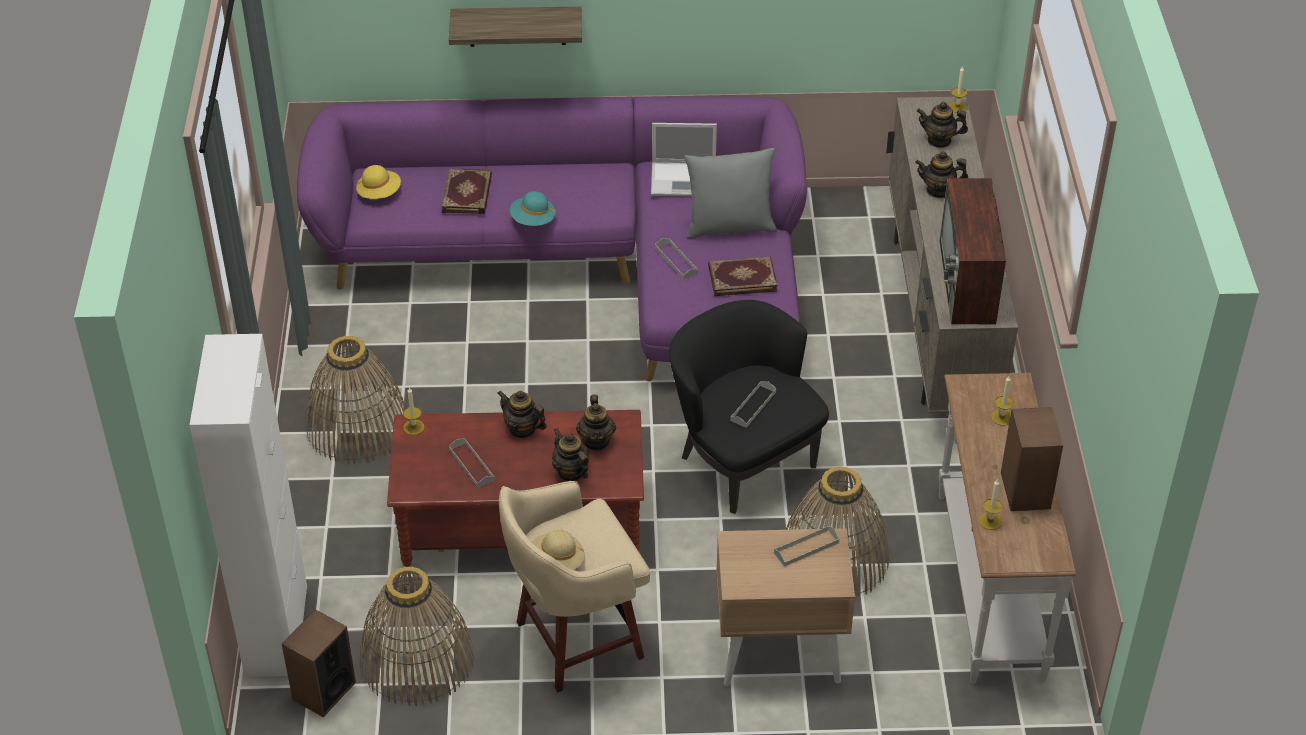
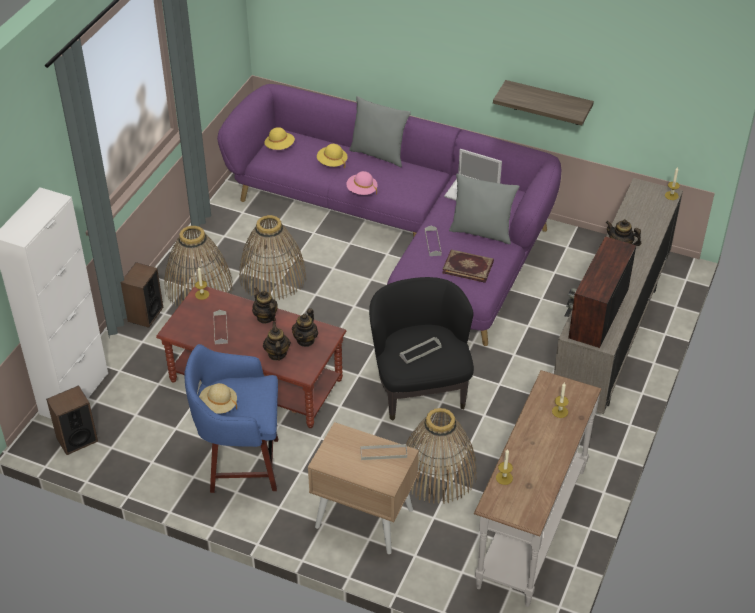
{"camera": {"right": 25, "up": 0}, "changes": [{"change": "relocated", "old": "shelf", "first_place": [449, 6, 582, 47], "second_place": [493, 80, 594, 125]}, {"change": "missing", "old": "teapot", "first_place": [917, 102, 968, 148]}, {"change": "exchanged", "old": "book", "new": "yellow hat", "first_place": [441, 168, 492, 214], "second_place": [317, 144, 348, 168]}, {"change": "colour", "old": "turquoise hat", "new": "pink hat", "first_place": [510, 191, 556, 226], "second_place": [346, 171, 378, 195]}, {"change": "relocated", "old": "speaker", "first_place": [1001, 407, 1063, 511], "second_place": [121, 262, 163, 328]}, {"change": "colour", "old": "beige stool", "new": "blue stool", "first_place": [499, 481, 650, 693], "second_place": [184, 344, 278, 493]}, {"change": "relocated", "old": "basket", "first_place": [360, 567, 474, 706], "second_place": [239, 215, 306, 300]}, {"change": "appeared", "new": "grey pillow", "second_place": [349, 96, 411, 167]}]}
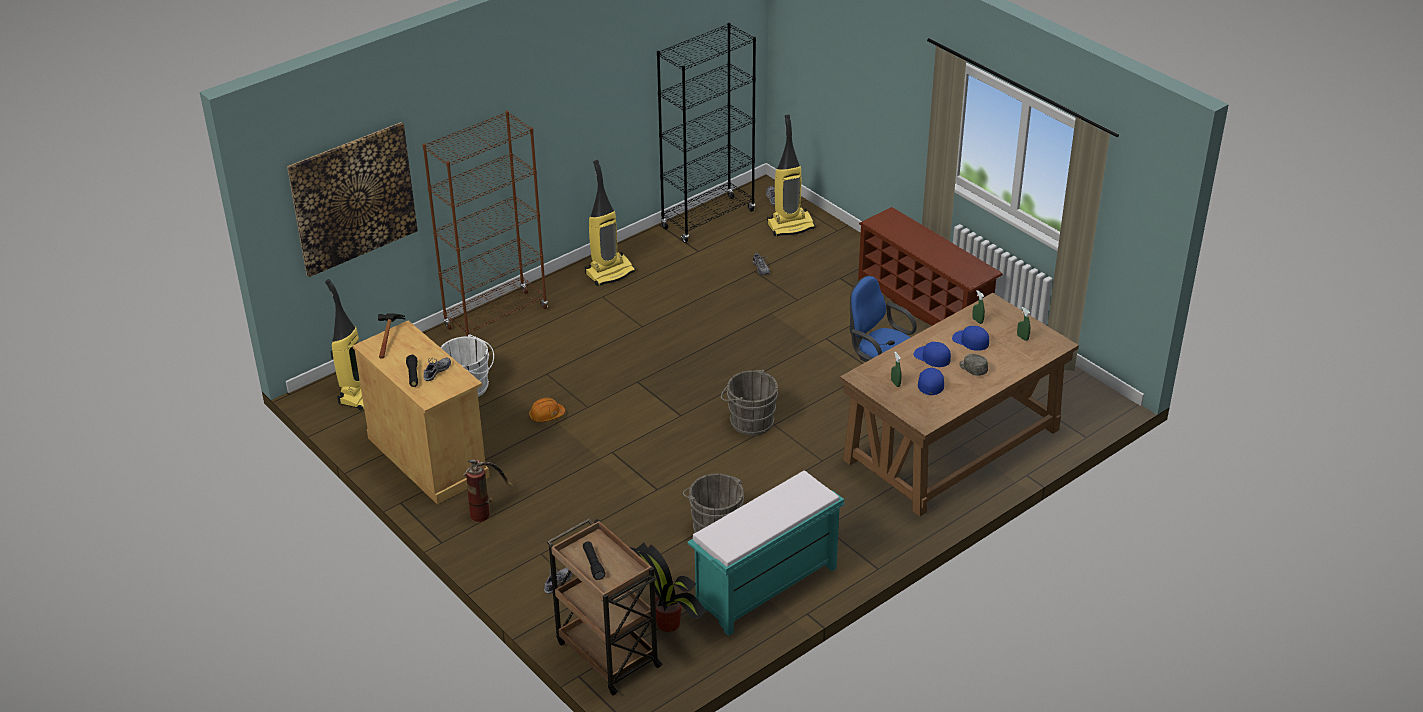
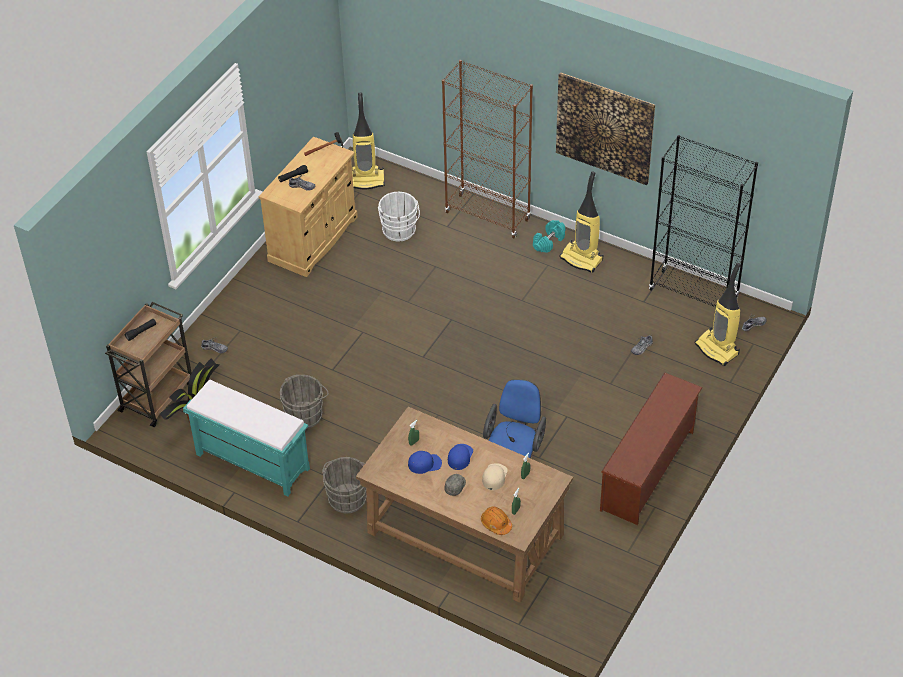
{"camera": {"right": 70, "up": 10}, "changes": [{"change": "relocated", "old": "picture", "first_place": [287, 122, 418, 277], "second_place": [556, 72, 655, 185]}, {"change": "colour", "old": "blue cap", "new": "beige cap", "first_place": [952, 326, 989, 351], "second_place": [482, 463, 508, 490]}, {"change": "relocated", "old": "grey bucket", "first_place": [721, 370, 778, 436], "second_place": [322, 457, 366, 513]}, {"change": "relocated", "old": "orange hard hat", "first_place": [529, 398, 565, 422], "second_place": [481, 506, 512, 535]}, {"change": "missing", "old": "fire extinguisher", "first_place": [463, 460, 514, 522]}, {"change": "appeared", "new": "turquoise dumbbell", "second_place": [533, 220, 566, 253]}]}
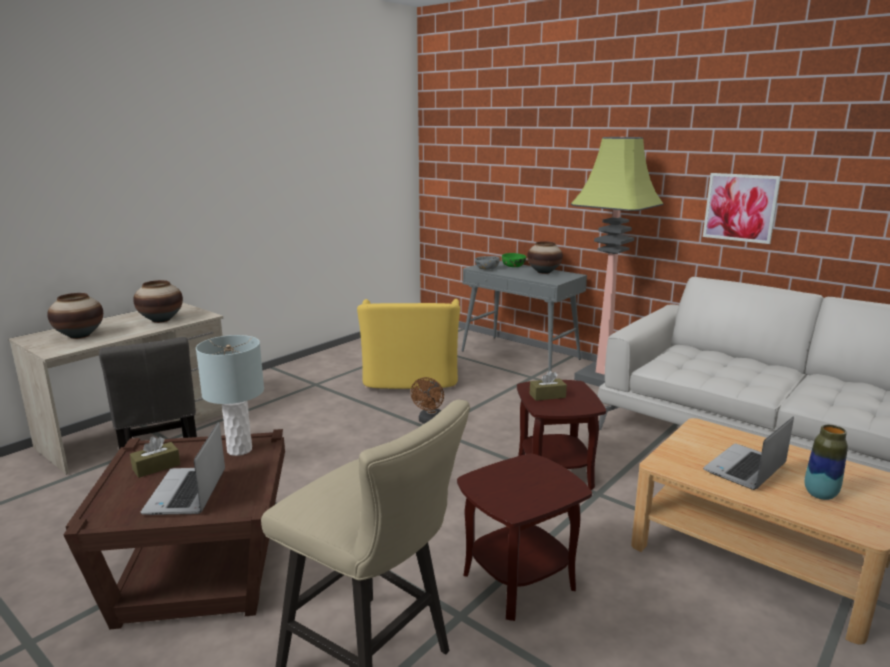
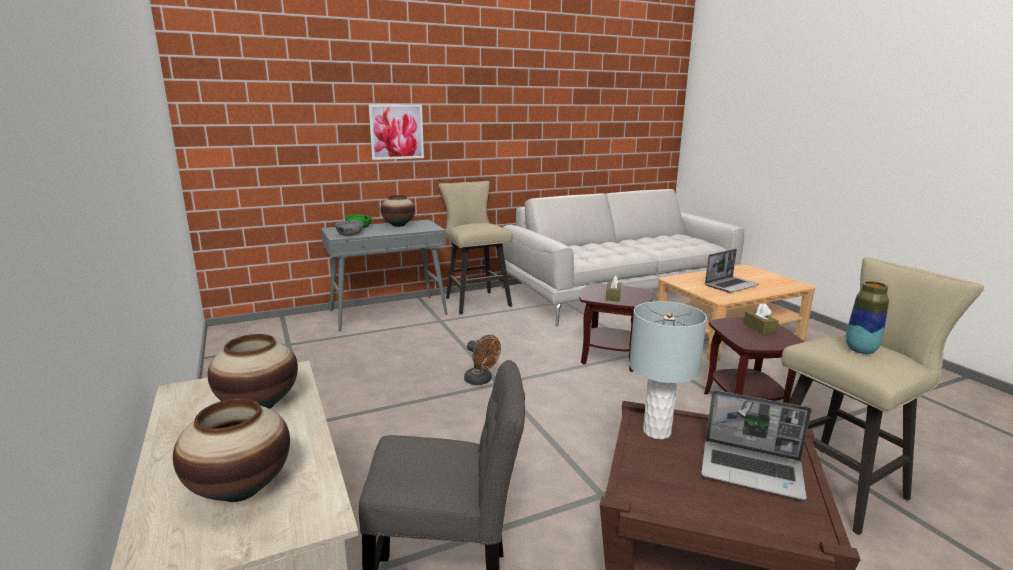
{"camera": {"right": -65, "up": 0}, "changes": [{"change": "exchanged", "old": "floor lamp", "new": "beige stool", "first_place": [571, 136, 663, 386], "second_place": [438, 181, 512, 314]}, {"change": "relocated", "old": "picture", "first_place": [703, 173, 781, 244], "second_place": [368, 104, 424, 160]}, {"change": "missing", "old": "yellow armchair", "first_place": [357, 299, 460, 389]}, {"change": "spun", "old": "laptop", "first_place": [703, 417, 794, 490], "second_place": [705, 249, 759, 293], "degrees": -105}, {"change": "relocated", "old": "vase", "first_place": [805, 425, 848, 500], "second_place": [846, 281, 889, 354]}, {"change": "relocated", "old": "brown tissue box", "first_place": [130, 436, 180, 478], "second_place": [744, 304, 779, 334]}]}
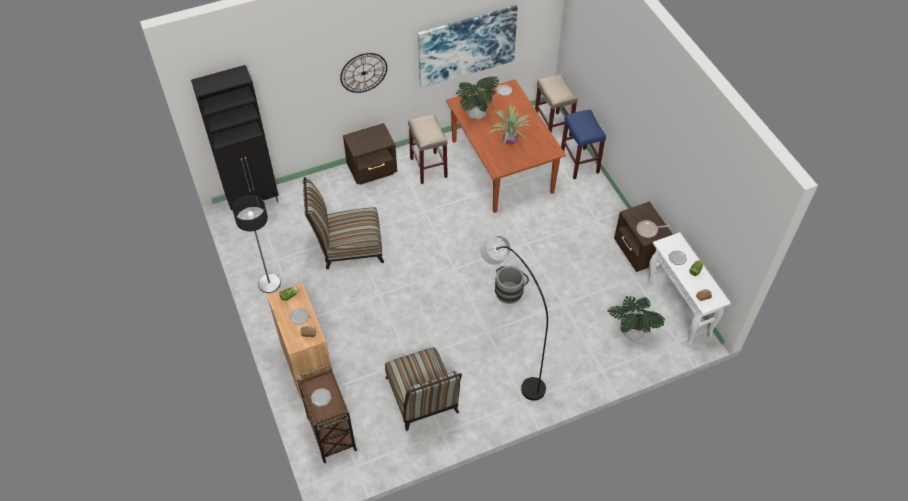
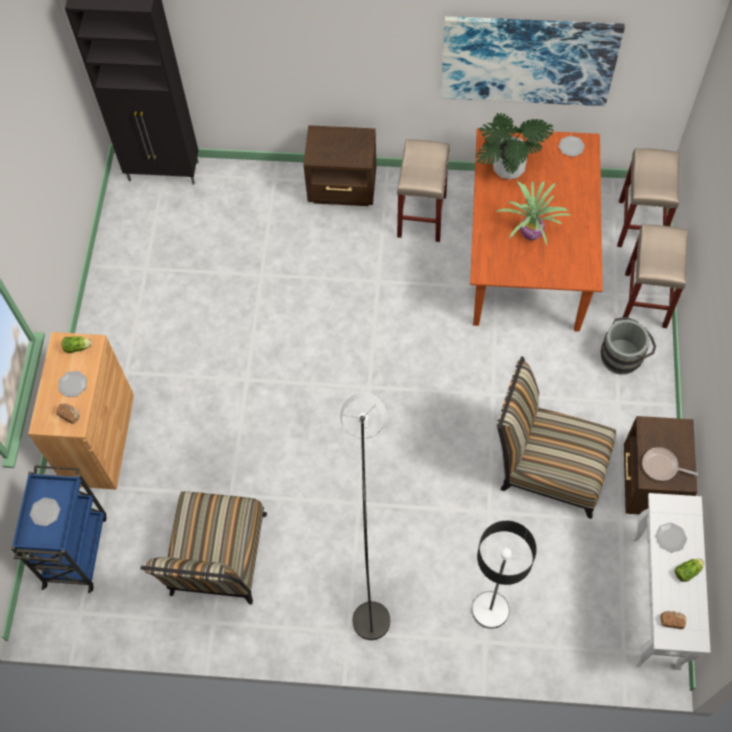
{"camera": {"right": 30, "up": 10}, "changes": [{"change": "missing", "old": "wall clock", "first_place": [340, 53, 387, 93]}, {"change": "colour", "old": "blue stool", "new": "beige stool", "first_place": [561, 109, 606, 179], "second_place": [623, 224, 688, 328]}, {"change": "relocated", "old": "chair", "first_place": [303, 177, 384, 269], "second_place": [497, 356, 616, 519]}, {"change": "relocated", "old": "floor lamp", "first_place": [232, 195, 281, 293], "second_place": [472, 521, 537, 629]}, {"change": "relocated", "old": "grey bucket", "first_place": [495, 266, 529, 304], "second_place": [601, 317, 656, 375]}, {"change": "missing", "old": "potted plant", "first_place": [608, 296, 665, 340]}, {"change": "colour", "old": "brown cart", "new": "blue cart", "first_place": [297, 365, 357, 463], "second_place": [11, 465, 107, 593]}]}
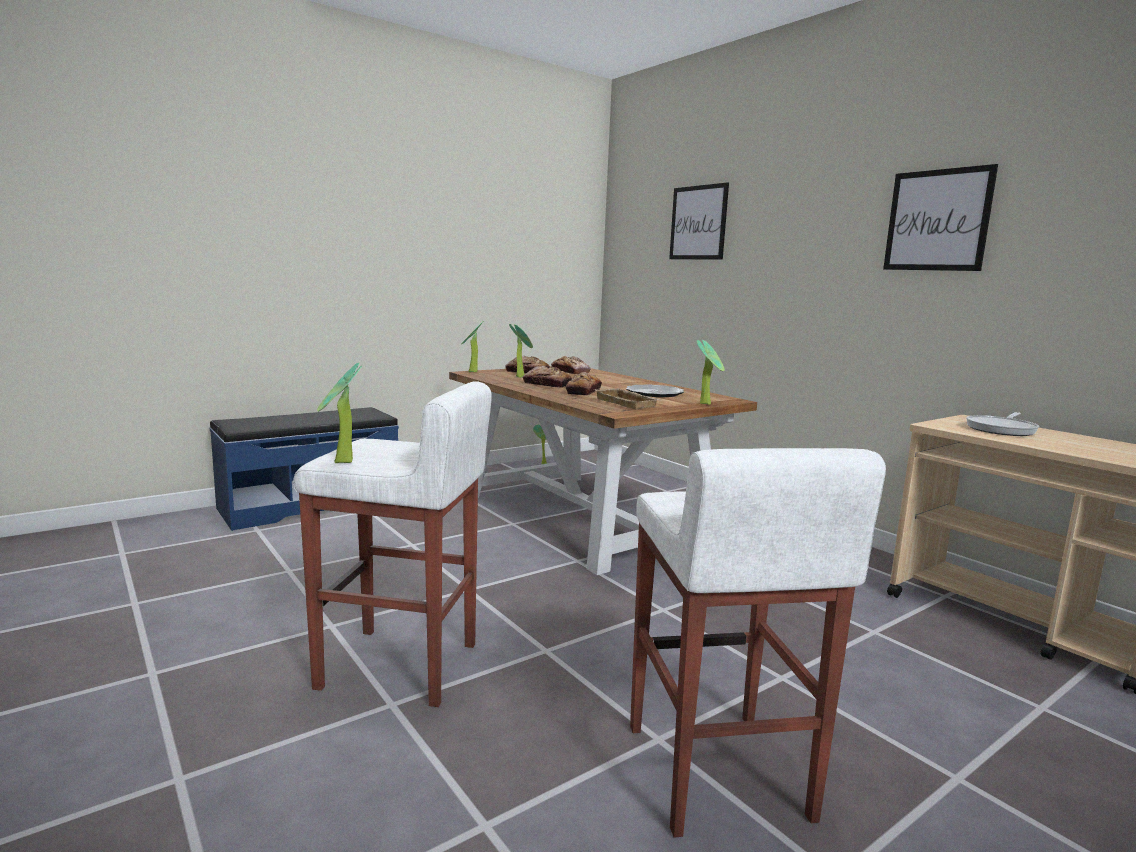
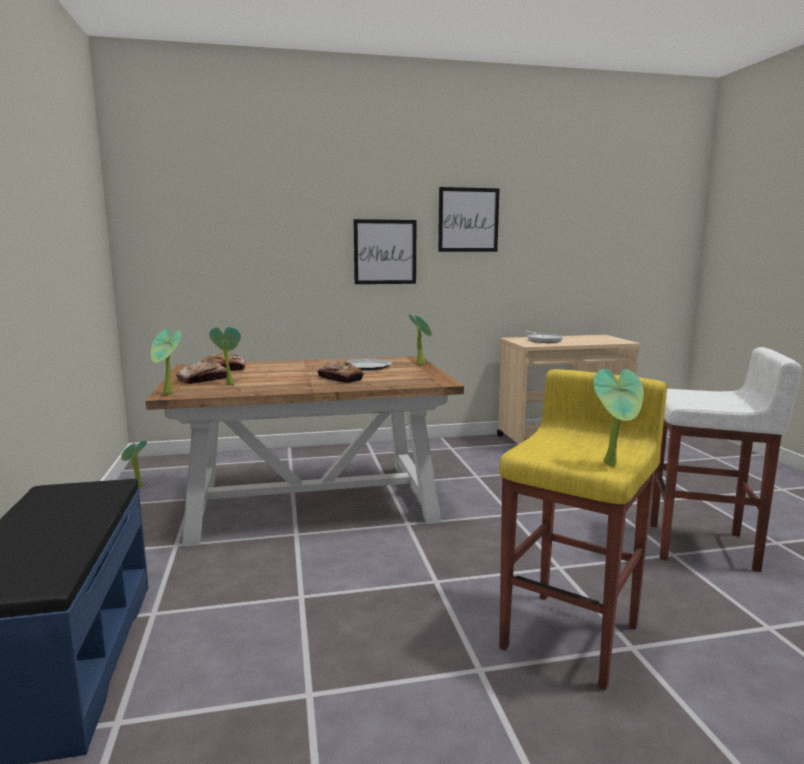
{"camera": {"right": -65, "up": 0}, "changes": [{"change": "relocated", "old": "picture", "first_place": [669, 182, 729, 260], "second_place": [353, 219, 416, 284]}, {"change": "missing", "old": "bread", "first_place": [523, 366, 572, 388]}, {"change": "colour", "old": "white stool", "new": "yellow stool", "first_place": [293, 381, 492, 707], "second_place": [499, 369, 668, 690]}, {"change": "missing", "old": "beige tray", "first_place": [594, 388, 659, 409]}]}
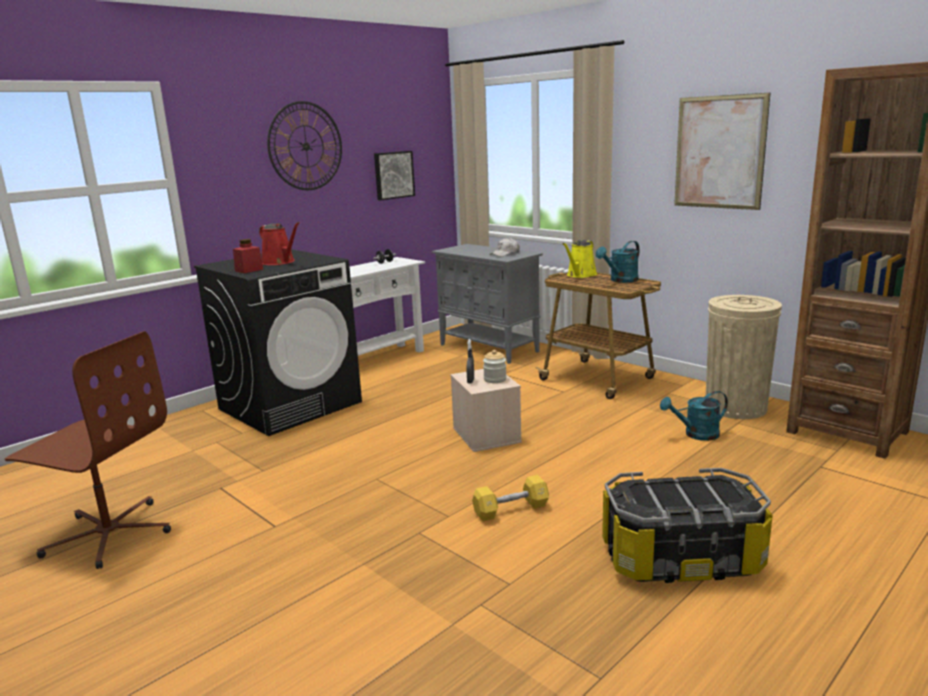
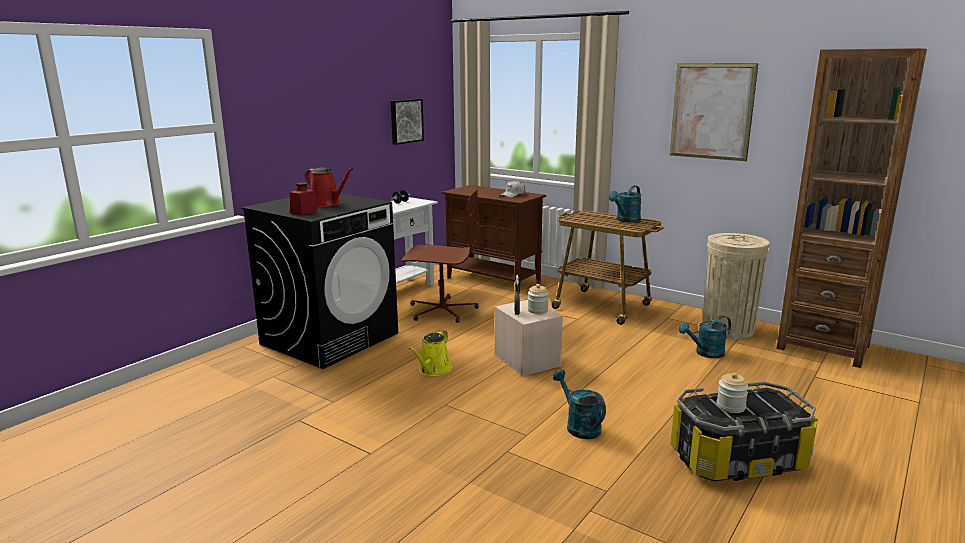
{"camera": {"right": -10, "up": 0}, "changes": [{"change": "missing", "old": "wall clock", "first_place": [267, 101, 342, 190]}, {"change": "relocated", "old": "yellow watering can", "first_place": [562, 240, 597, 278], "second_place": [409, 330, 452, 376]}, {"change": "colour", "old": "grey cabinet", "new": "brown cabinet", "first_place": [432, 244, 543, 364], "second_place": [442, 185, 546, 294]}, {"change": "relocated", "old": "brown office chair", "first_place": [5, 331, 171, 569], "second_place": [401, 188, 480, 323]}, {"change": "exchanged", "old": "yellow dumbbell", "new": "turquoise watering can", "first_place": [472, 475, 549, 521], "second_place": [553, 370, 606, 439]}, {"change": "appeared", "new": "jar", "second_place": [717, 373, 749, 413]}]}
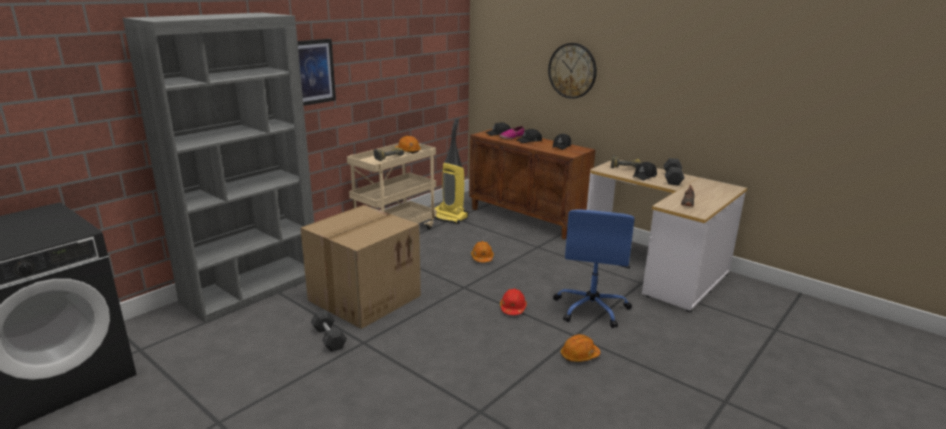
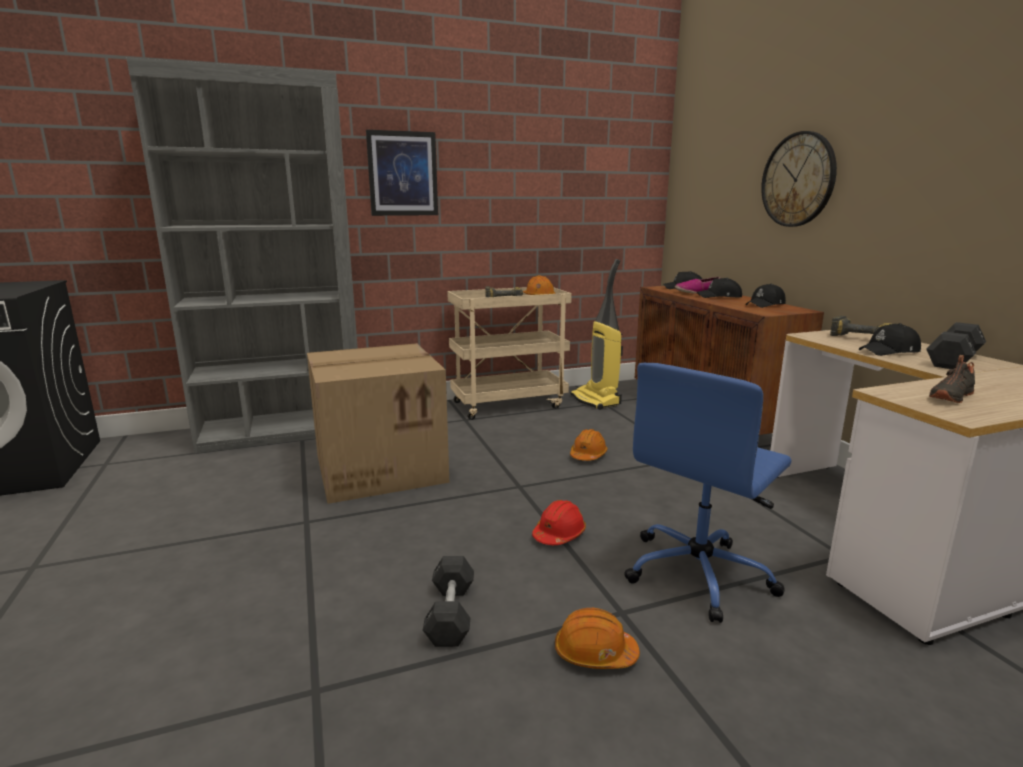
{"camera": {"right": 30, "up": -5}, "changes": [{"change": "relocated", "old": "grey dumbbell", "first_place": [311, 310, 347, 352], "second_place": [423, 556, 474, 647]}]}
